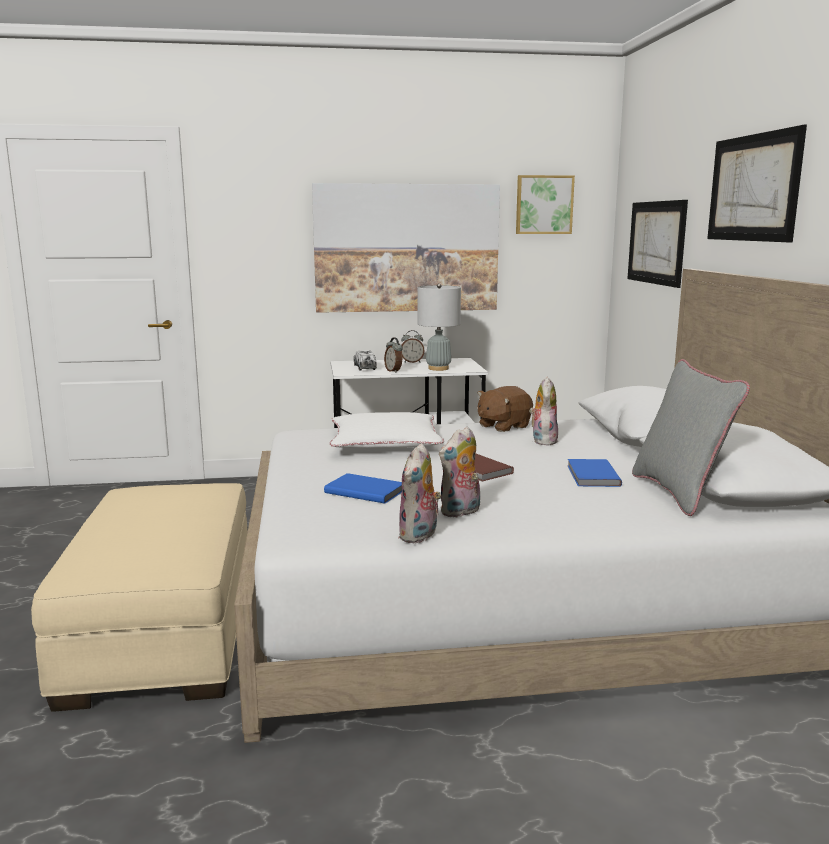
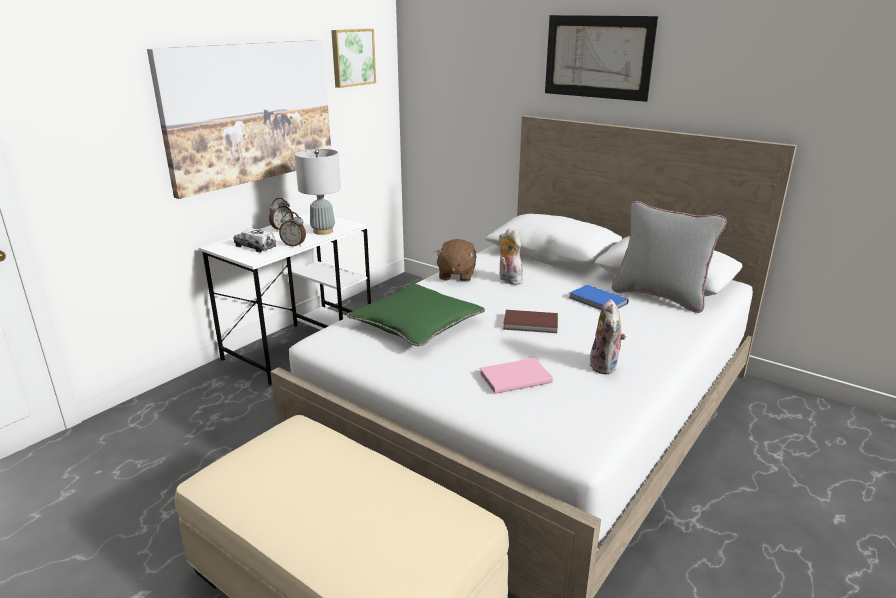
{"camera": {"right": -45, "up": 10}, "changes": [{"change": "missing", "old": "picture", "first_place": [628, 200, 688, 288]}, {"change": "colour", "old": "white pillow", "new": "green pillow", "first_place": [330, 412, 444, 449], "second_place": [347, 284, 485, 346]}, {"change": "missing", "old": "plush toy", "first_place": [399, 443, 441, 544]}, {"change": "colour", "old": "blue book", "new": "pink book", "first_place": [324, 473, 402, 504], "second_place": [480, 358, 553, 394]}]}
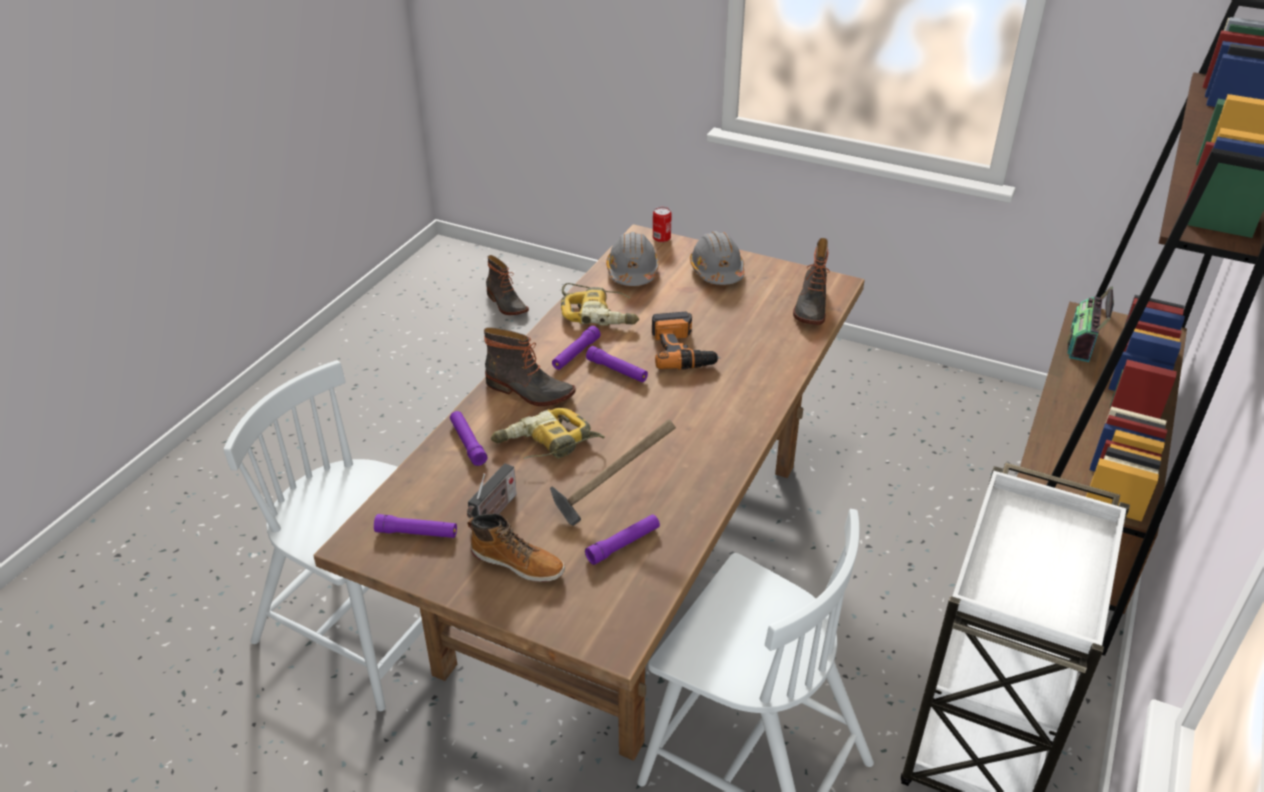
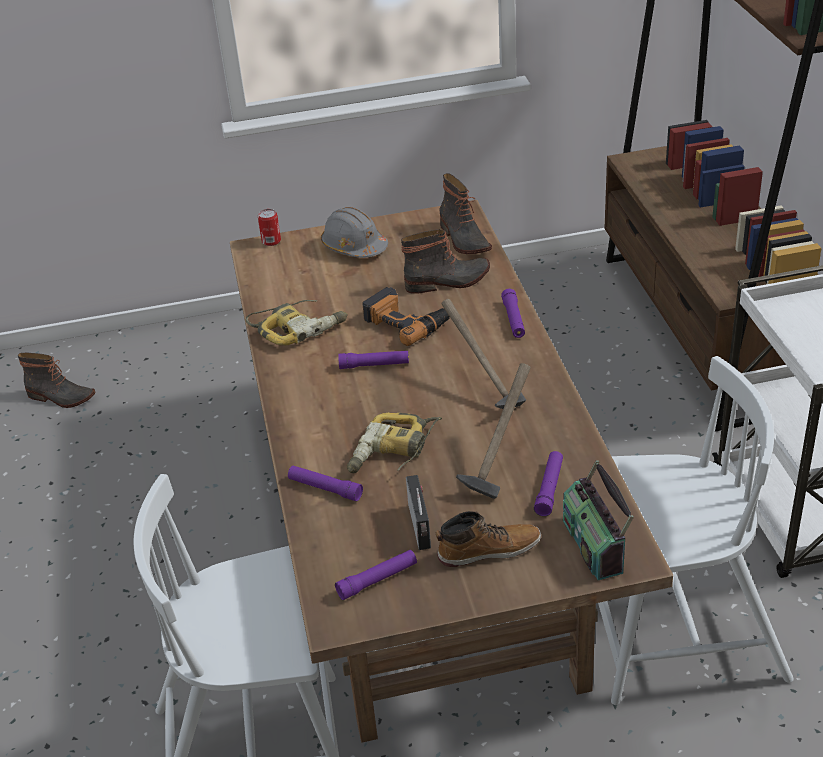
{"camera": {"right": -35, "up": 0}, "changes": [{"change": "missing", "old": "grey hard hat", "first_place": [606, 232, 659, 286]}, {"change": "relocated", "old": "radio", "first_place": [1067, 286, 1114, 362], "second_place": [563, 460, 634, 580]}, {"change": "relocated", "old": "purple flashlight", "first_place": [552, 326, 601, 370], "second_place": [501, 289, 525, 338]}, {"change": "relocated", "old": "boot", "first_place": [484, 327, 576, 406], "second_place": [401, 229, 490, 294]}, {"change": "appeared", "new": "hammer", "second_place": [441, 299, 526, 409]}]}
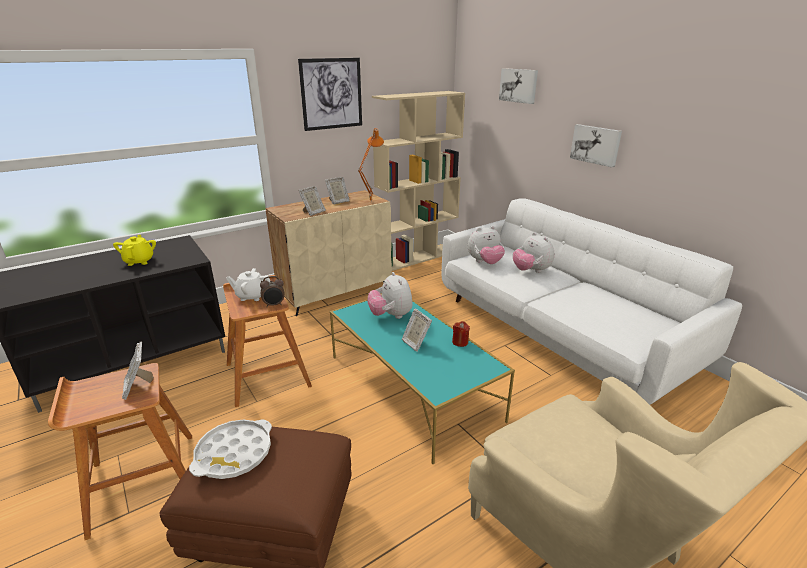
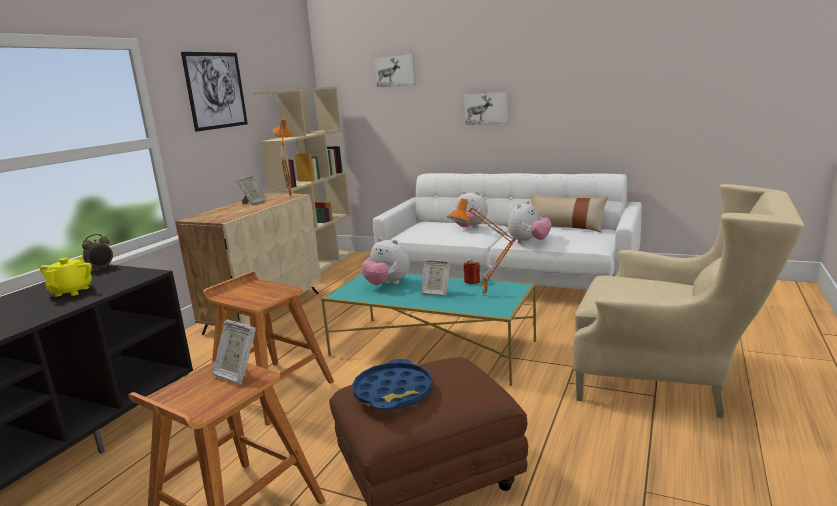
{"camera": {"right": -30, "up": -10}, "changes": [{"change": "missing", "old": "picture frame", "first_place": [298, 186, 326, 216]}, {"change": "relocated", "old": "plush toy", "first_place": [468, 226, 505, 264], "second_place": [508, 201, 551, 244]}, {"change": "spun", "old": "yellow teapot", "first_place": [113, 235, 156, 266], "second_place": [40, 257, 92, 297], "degrees": 45}, {"change": "missing", "old": "white teapot", "first_place": [226, 268, 270, 301]}, {"change": "relocated", "old": "alarm clock", "first_place": [260, 276, 285, 307], "second_place": [82, 234, 113, 271]}, {"change": "colour", "old": "white tray", "new": "blue tray", "first_place": [189, 420, 272, 479], "second_place": [352, 359, 433, 410]}, {"change": "appeared", "new": "beige pillow", "second_place": [532, 193, 608, 233]}, {"change": "appeared", "new": "orange table lamp", "second_place": [447, 198, 516, 296]}]}
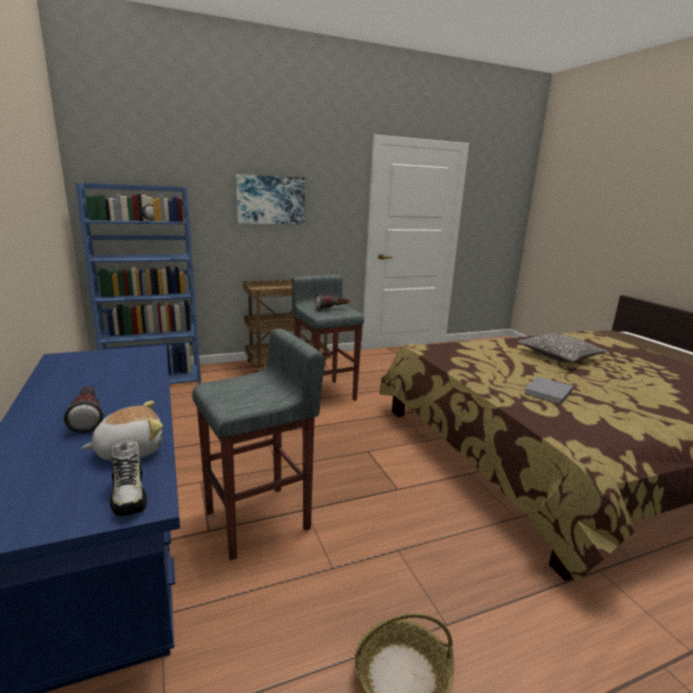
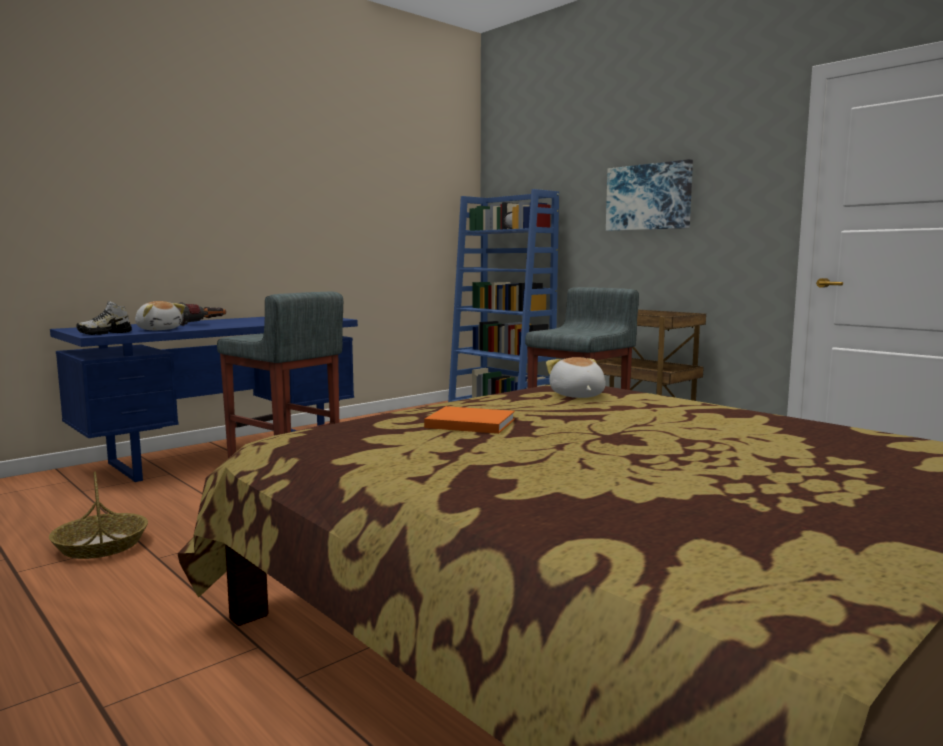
{"camera": {"right": 70, "up": -10}, "changes": [{"change": "missing", "old": "flashlight", "first_place": [315, 294, 350, 311]}, {"change": "missing", "old": "pillow", "first_place": [517, 333, 607, 362]}, {"change": "colour", "old": "grey book", "new": "orange book", "first_place": [524, 377, 573, 404], "second_place": [424, 406, 515, 434]}, {"change": "appeared", "new": "plush toy", "second_place": [546, 357, 605, 398]}]}
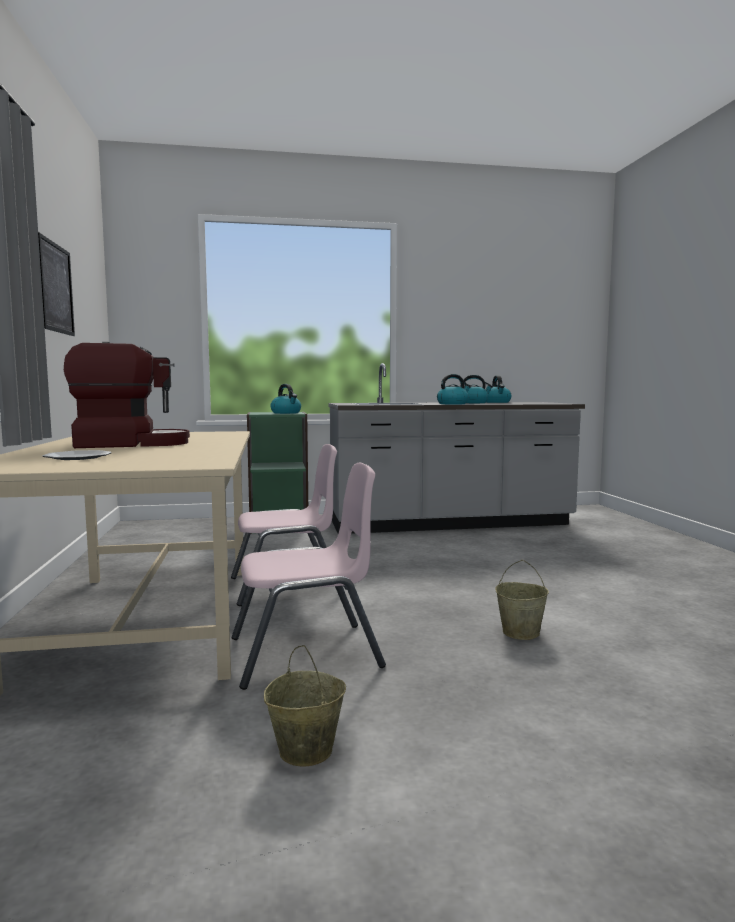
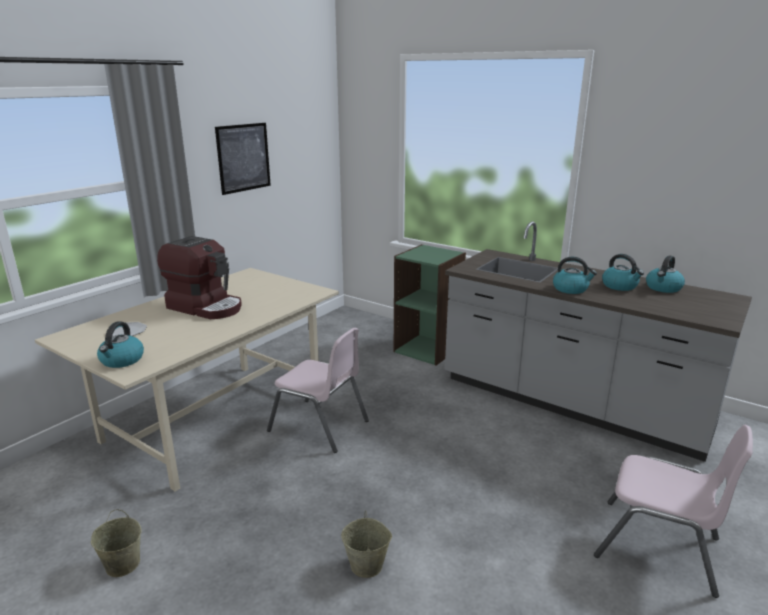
{"camera": {"right": 45, "up": 15}, "changes": [{"change": "relocated", "old": "kettle", "first_place": [270, 384, 301, 414], "second_place": [97, 321, 144, 368]}, {"change": "relocated", "old": "pink chair", "first_place": [232, 463, 386, 690], "second_place": [594, 425, 753, 598]}]}
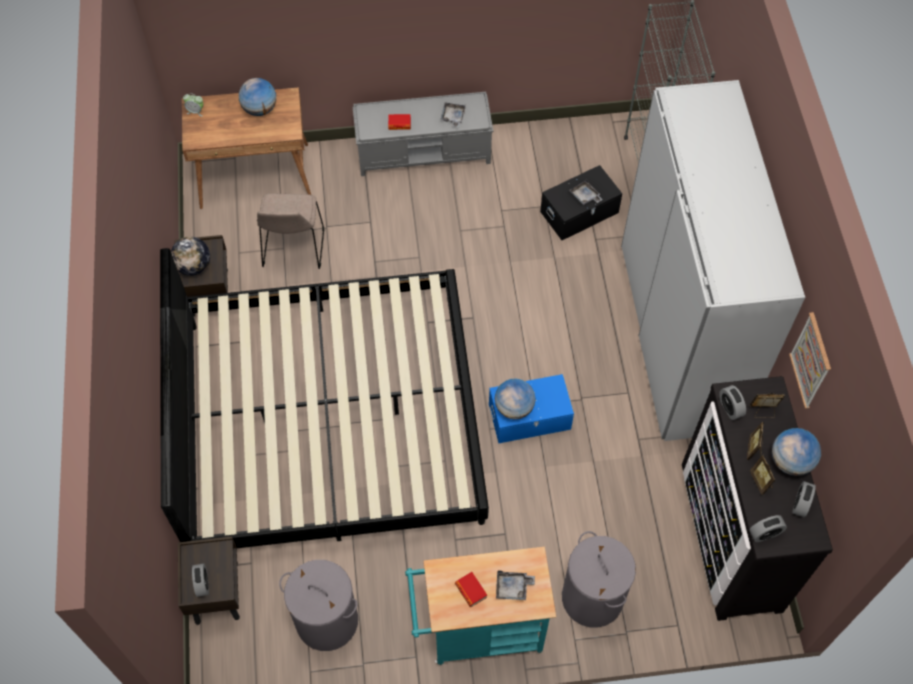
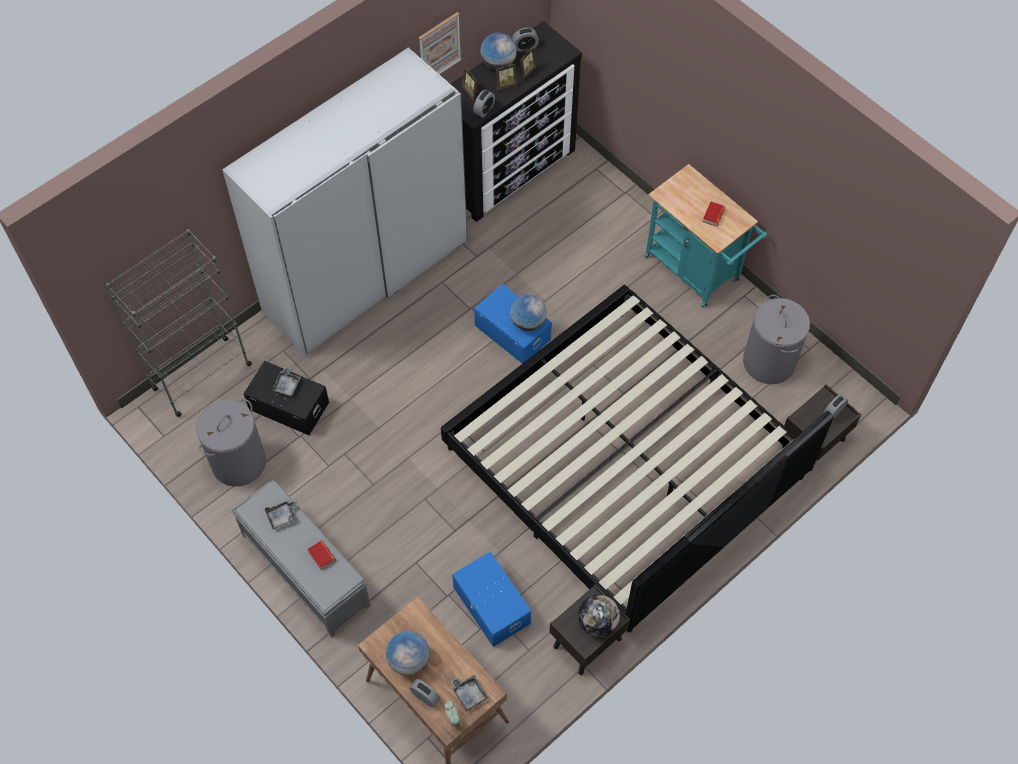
{"camera": {"right": -125, "up": 0}, "changes": [{"change": "exchanged", "old": "beige chair", "new": "blue storage box", "first_place": [257, 193, 325, 269], "second_place": [452, 552, 531, 647]}, {"change": "relocated", "old": "alarm clock", "first_place": [749, 515, 787, 542], "second_place": [409, 679, 440, 708]}, {"change": "relocated", "old": "grey laundry basket", "first_place": [562, 531, 636, 628], "second_place": [196, 399, 266, 487]}, {"change": "relocated", "old": "grey tray", "first_place": [496, 571, 535, 600], "second_place": [451, 675, 488, 711]}]}
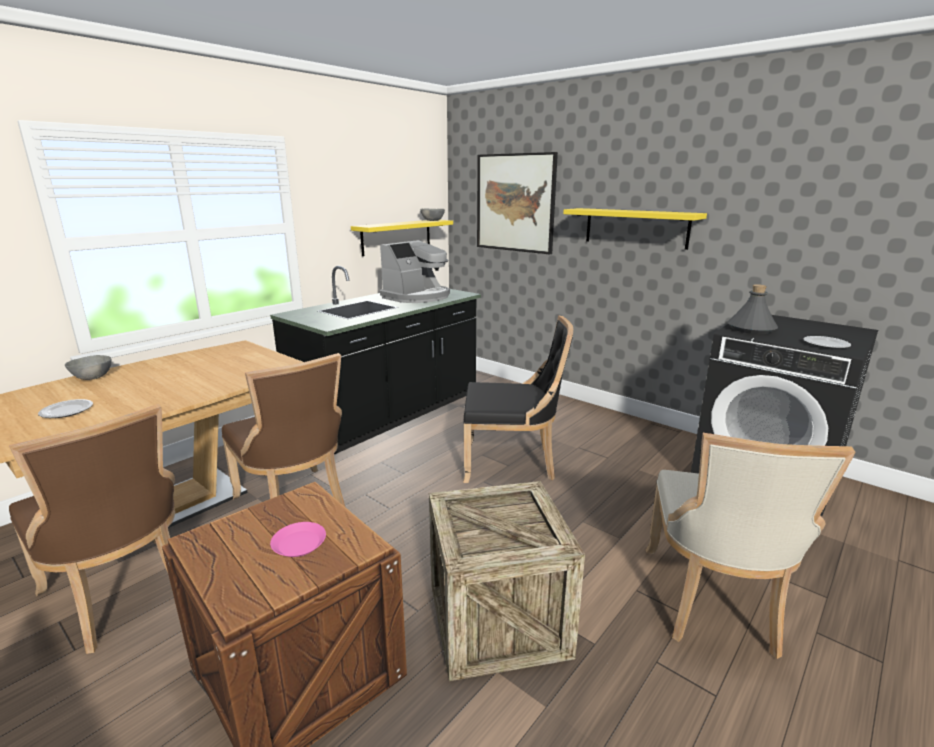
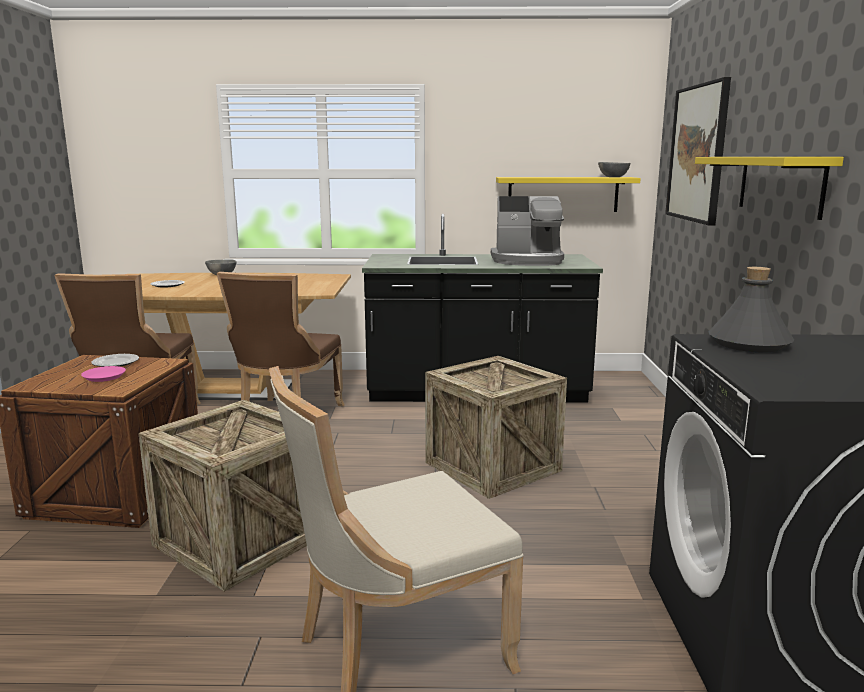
{"camera": {"right": 50, "up": -5}, "changes": [{"change": "exchanged", "old": "black chair", "new": "crate", "first_place": [463, 315, 573, 483], "second_place": [425, 356, 567, 499]}, {"change": "relocated", "old": "plate", "first_place": [803, 336, 851, 349], "second_place": [92, 354, 139, 367]}]}
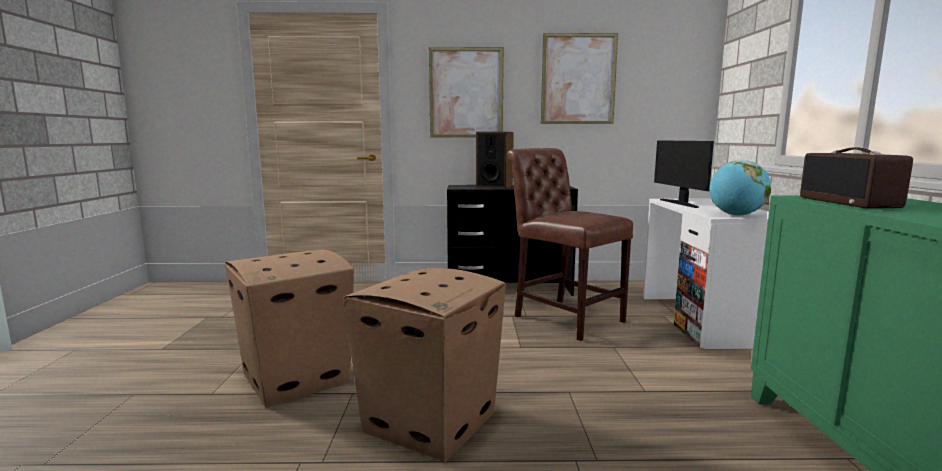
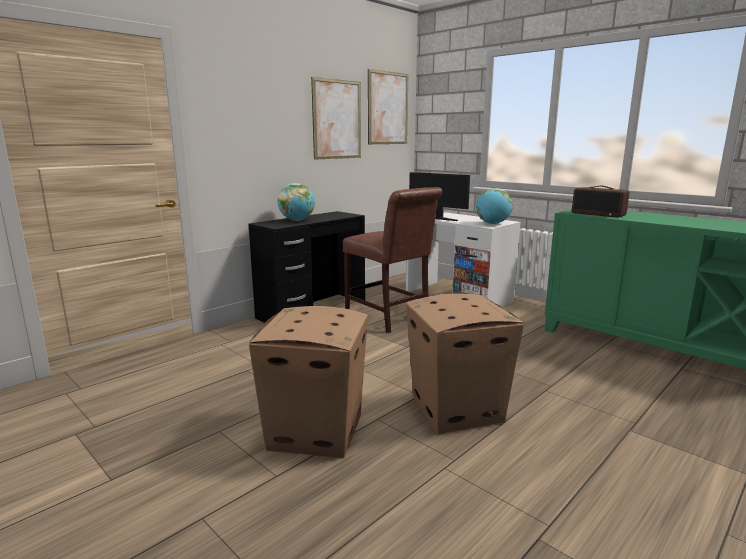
{"camera": {"right": -45, "up": 5}, "changes": [{"change": "relocated", "old": "picture", "first_place": [429, 47, 504, 137], "second_place": [368, 69, 408, 144]}, {"change": "exchanged", "old": "speaker", "new": "globe", "first_place": [476, 132, 514, 188], "second_place": [278, 183, 315, 221]}, {"change": "spun", "old": "brown chair", "first_place": [507, 148, 633, 341], "second_place": [343, 187, 443, 333], "degrees": -135}]}
